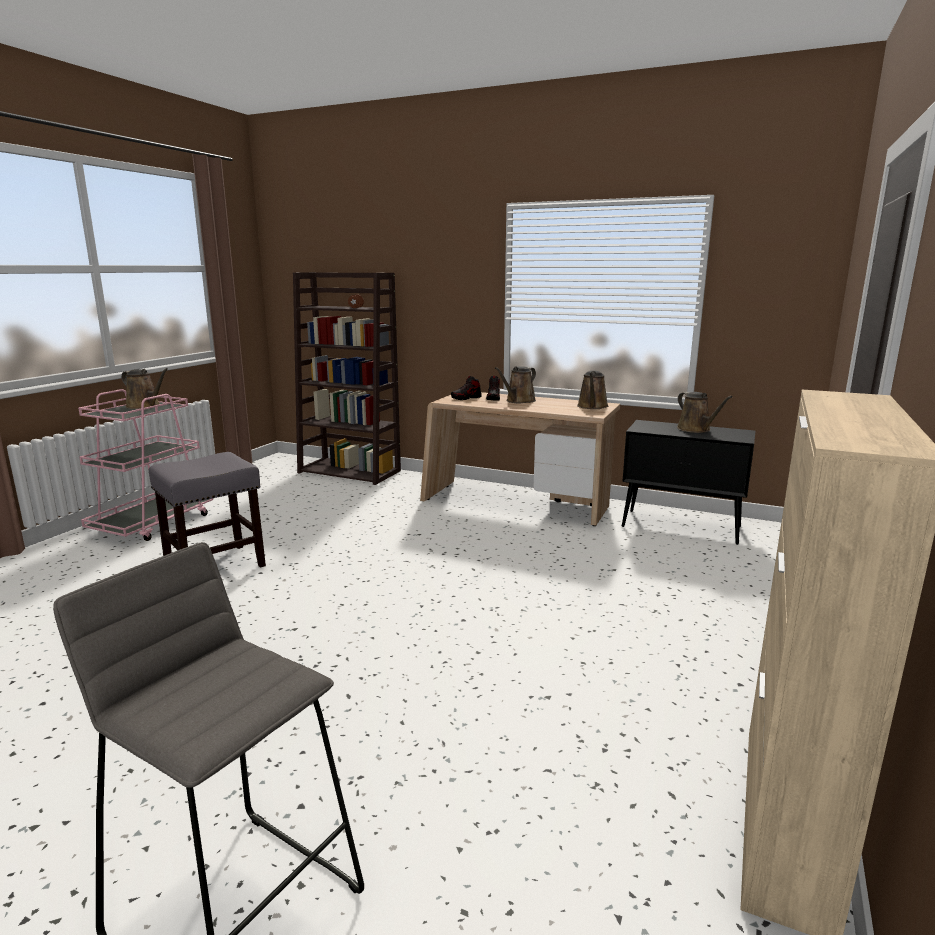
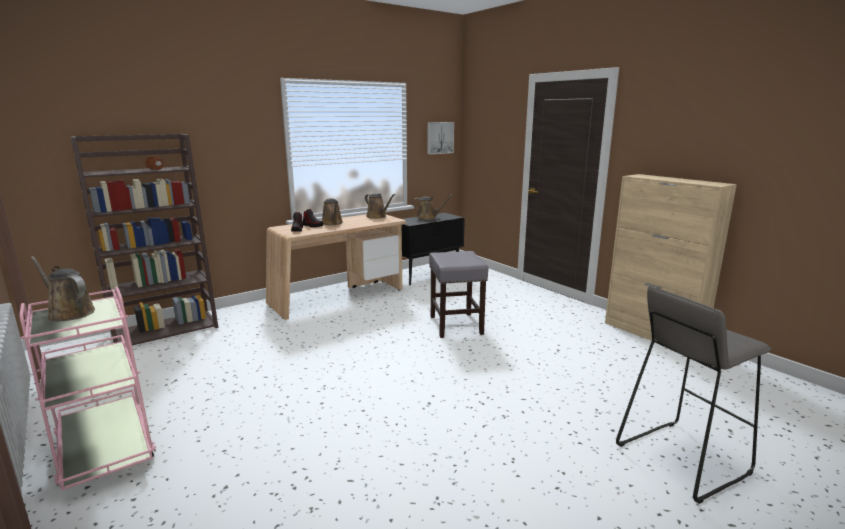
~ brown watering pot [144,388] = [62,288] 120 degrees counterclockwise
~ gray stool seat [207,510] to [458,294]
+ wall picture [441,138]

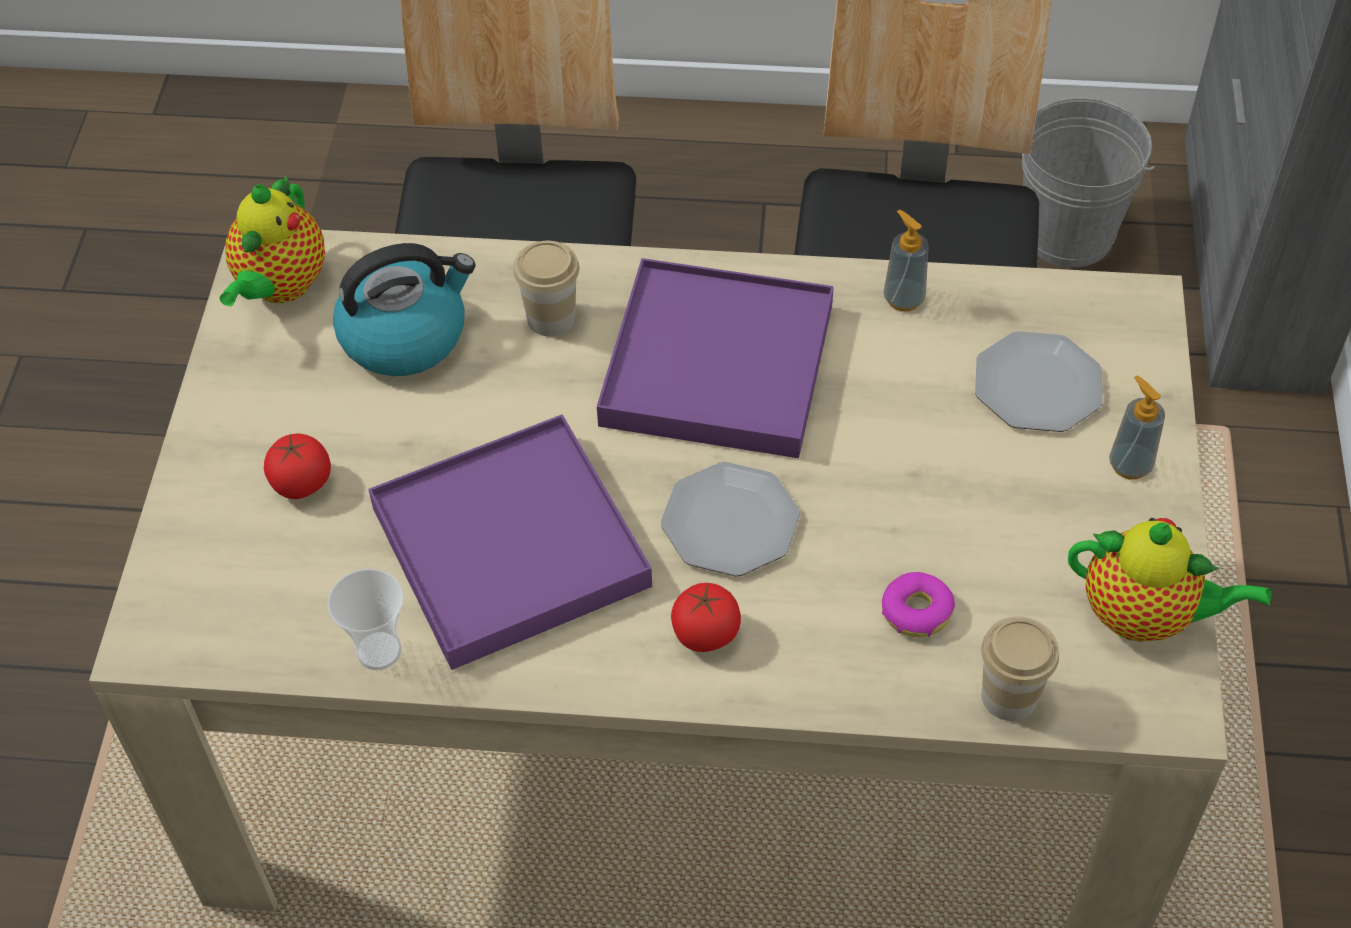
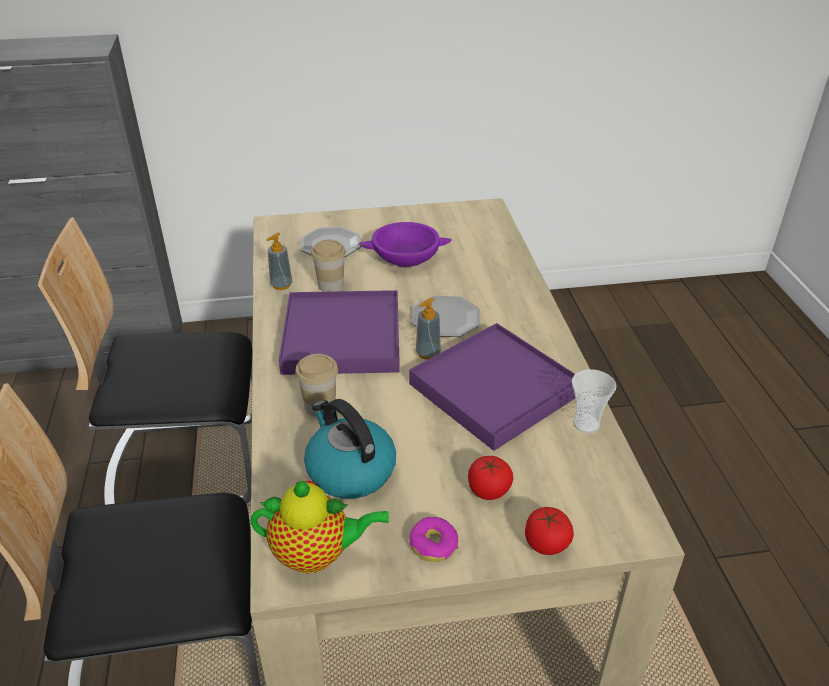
- gray bucket [1088,182]
~ soap dispenser [1137,428] to [428,328]
- pot for tea [1170,580]
~ ring doughnut [918,605] to [433,539]
~ fresh tomato [706,617] to [549,531]
~ drinking cup [1020,668] to [328,266]
+ purple-coloured serving bowl [405,244]

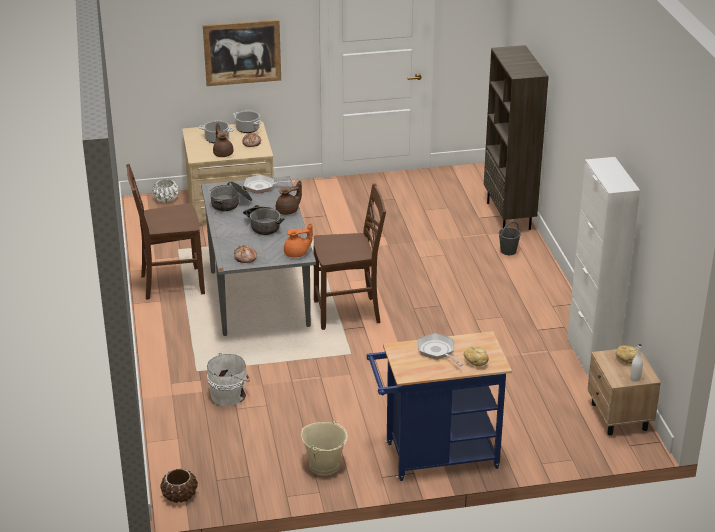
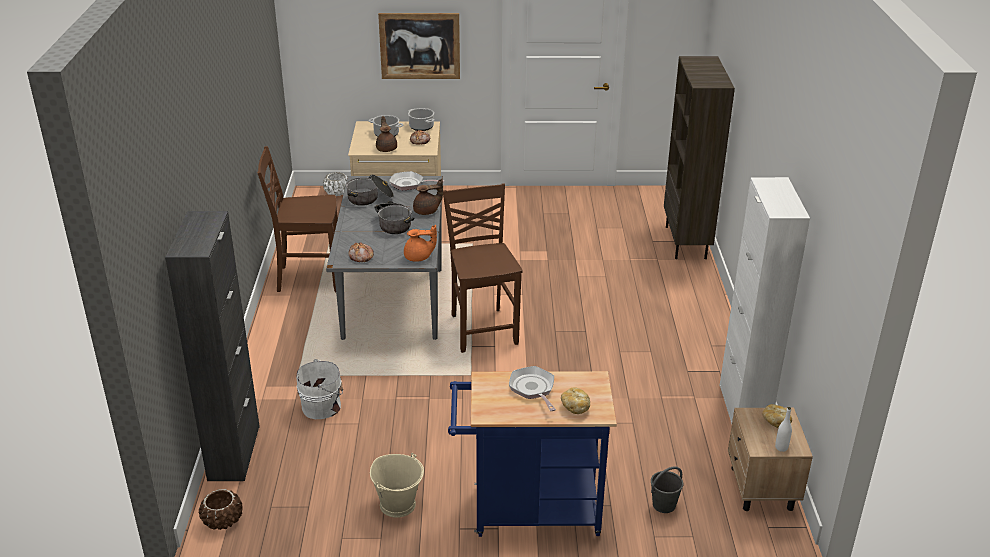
~ brown chair [350,256] = [483,268] 105 degrees counterclockwise
~ gray bucket [510,238] to [667,489]
+ black cupboard [212,346]

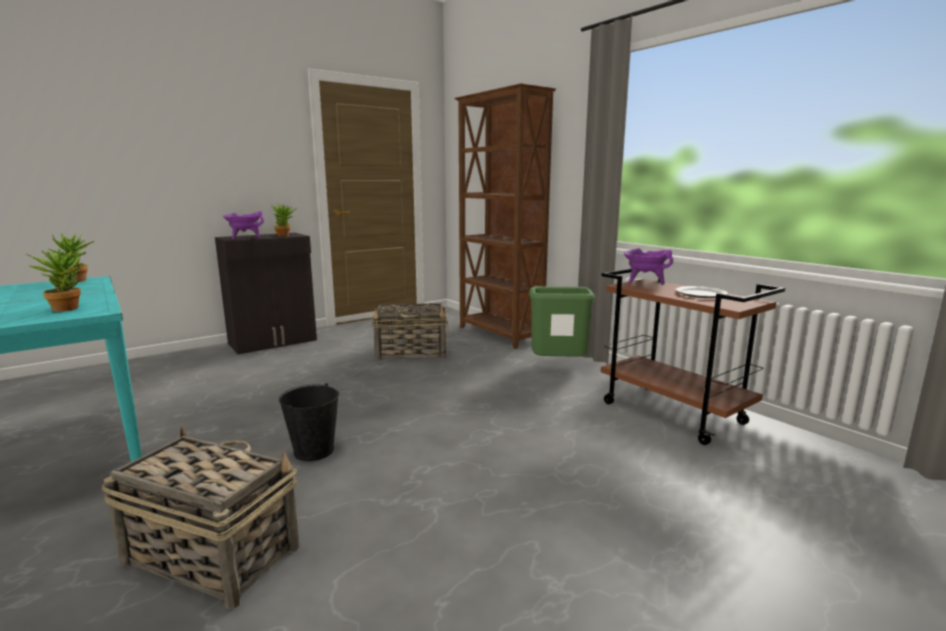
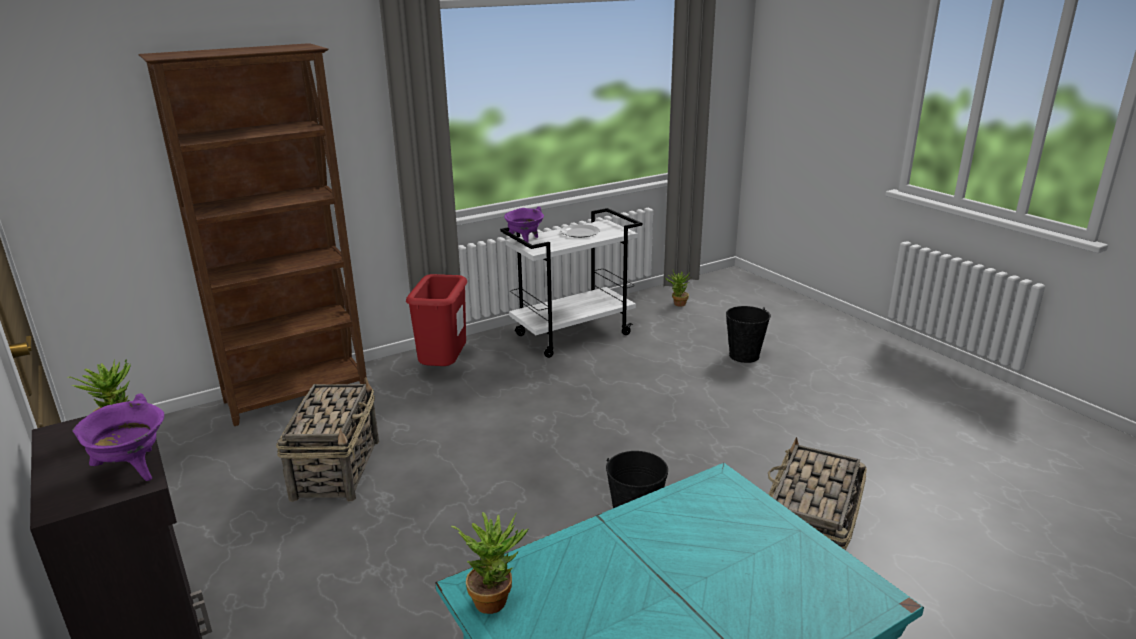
~ plant in a pot [53,279] to [678,289]
~ brown cart [693,357] to white-coloured cart [571,283]
~ green trash can [562,321] to reddish trash can [436,320]
+ black bucket [748,334]

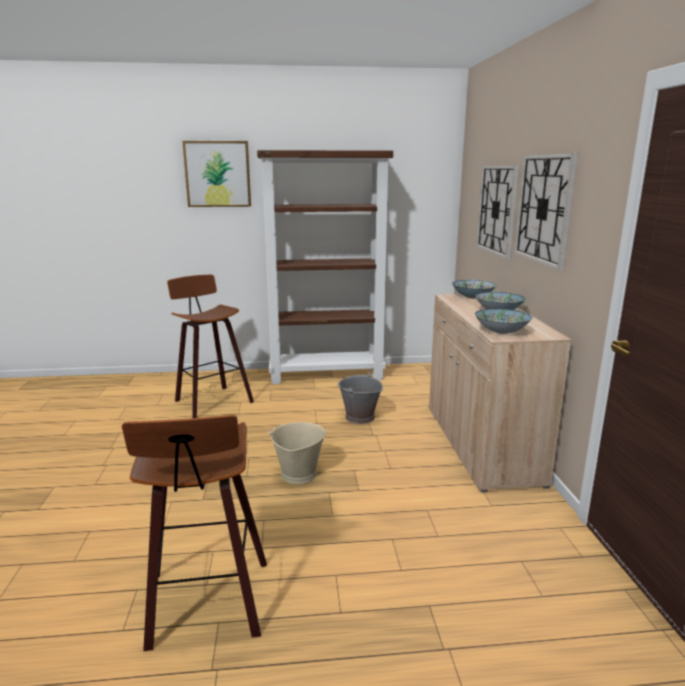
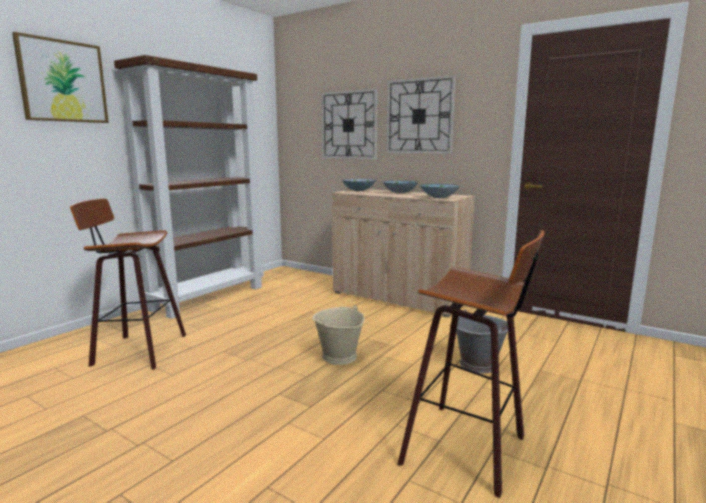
~ gray bucket [360,398] to [482,341]

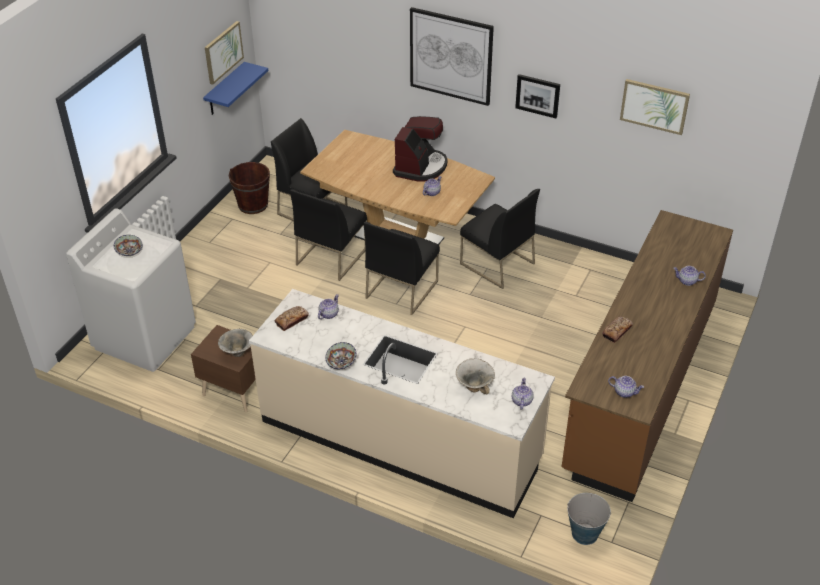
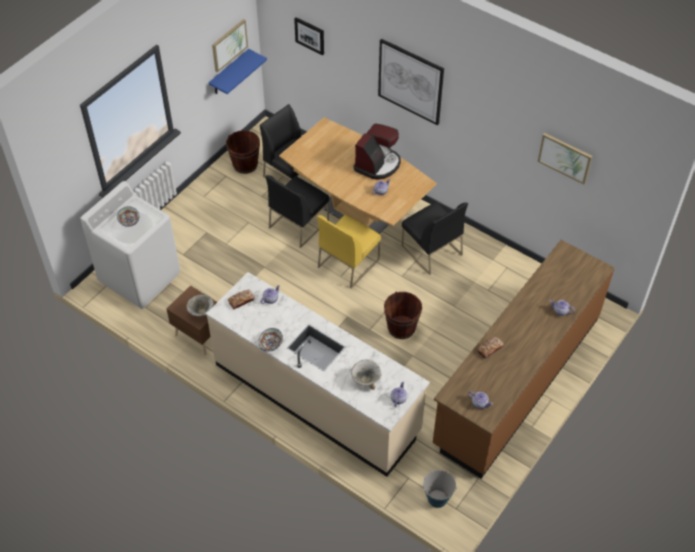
~ wall picture [537,96] to [309,36]
~ black chair [401,268] to yellowish chair [349,251]
+ brown bucket [403,315]

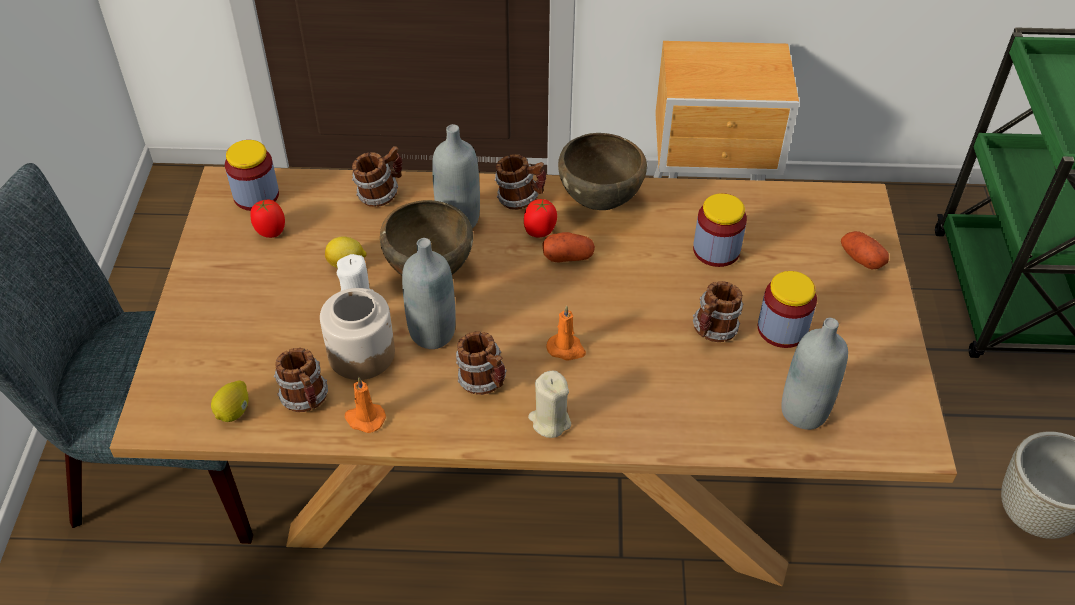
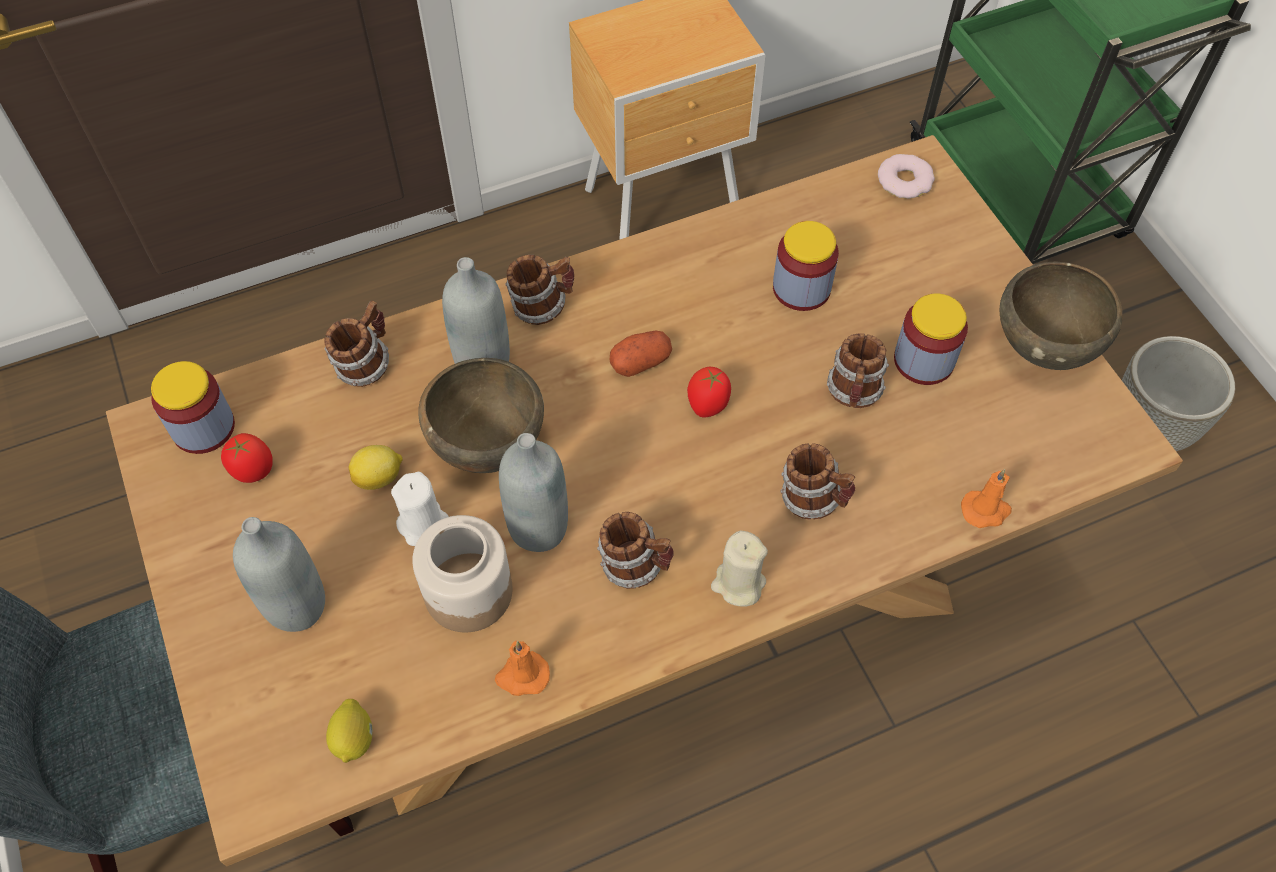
~ brown serving bowl [602,171] to [1061,315]
~ fresh tomato [540,218] to [709,392]
- potato [865,250]
~ orange-coloured wax candle [566,333] to [986,498]
~ gray beverage bottle [814,374] to [279,574]
~ mug [301,380] to [817,481]
+ ring doughnut [906,176]

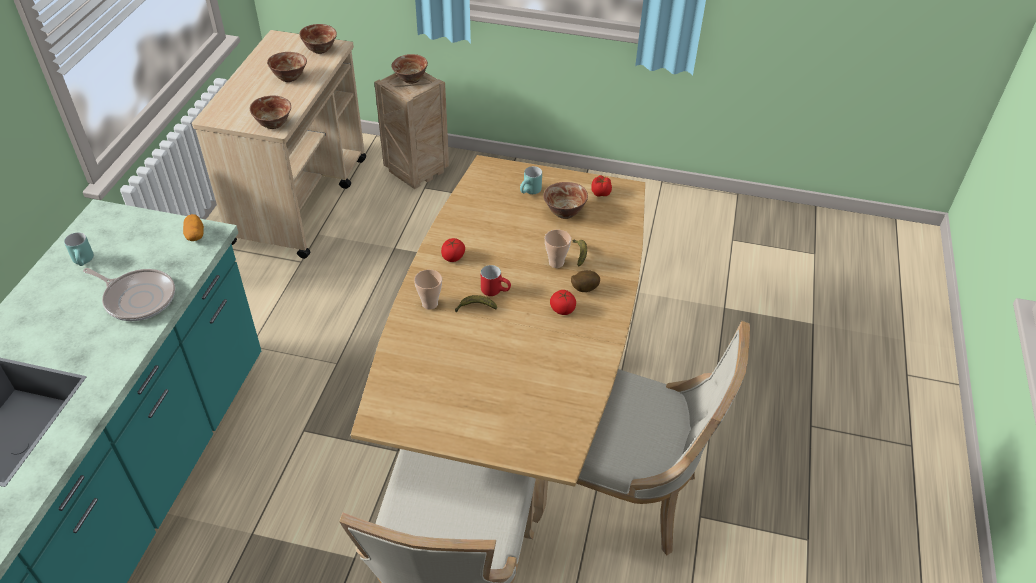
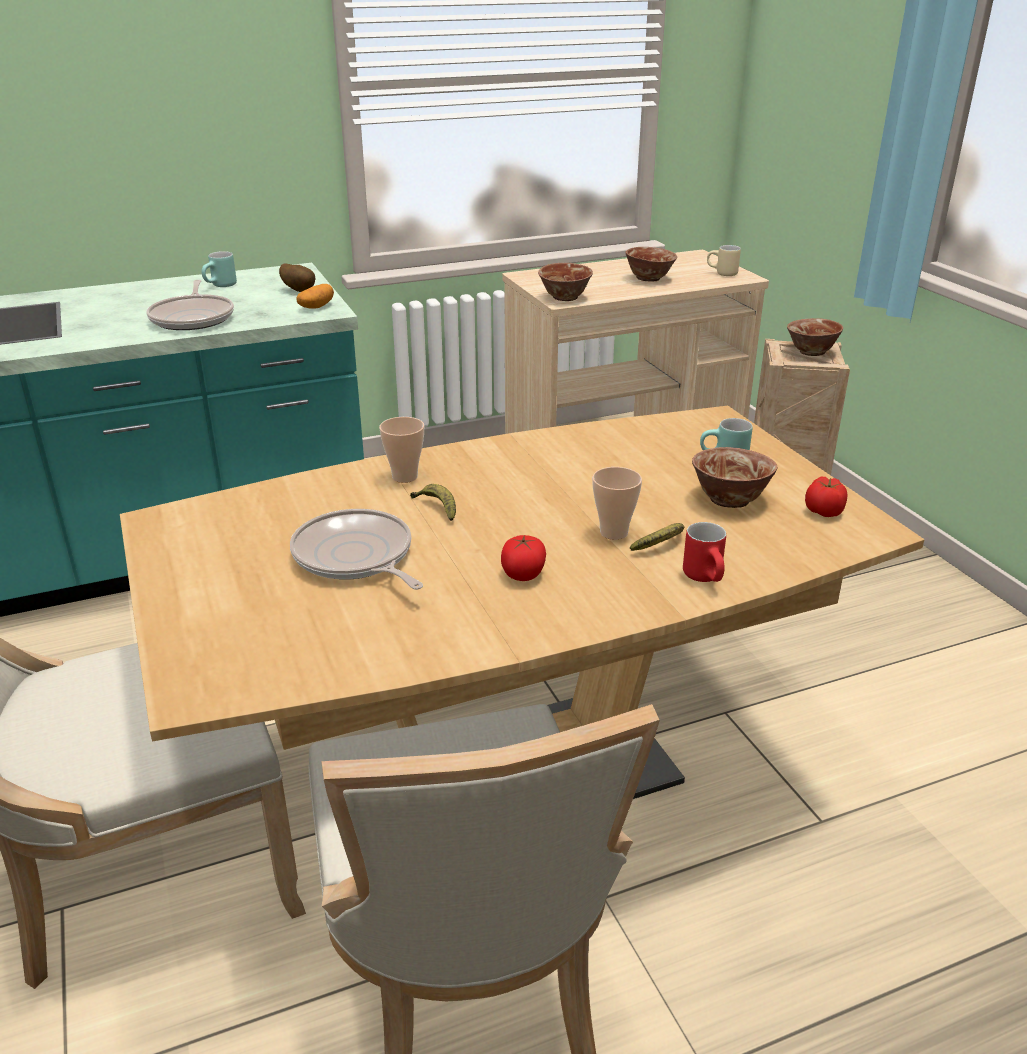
~ serving bowl [318,39] to beige mug [724,260]
- fresh tomato [453,250]
~ reddish mug [496,280] to [704,552]
~ potato [585,281] to [297,277]
+ frying pan [356,549]

